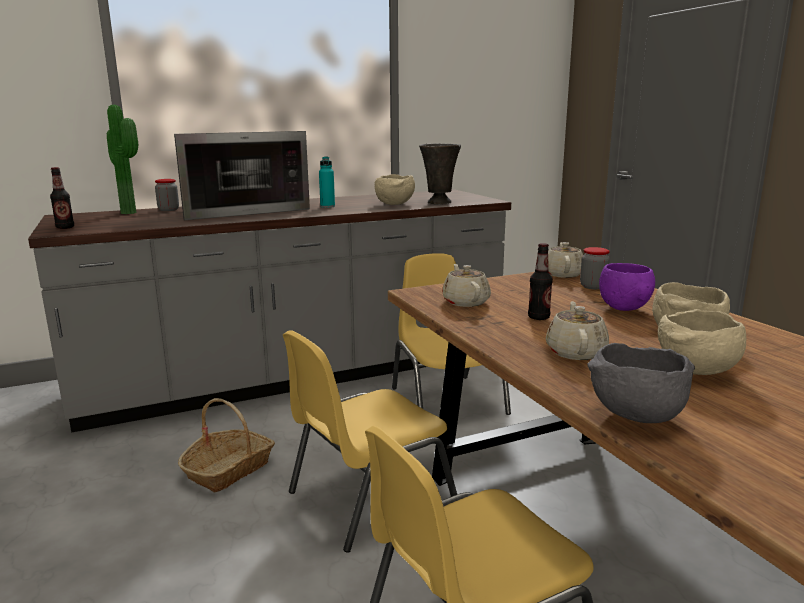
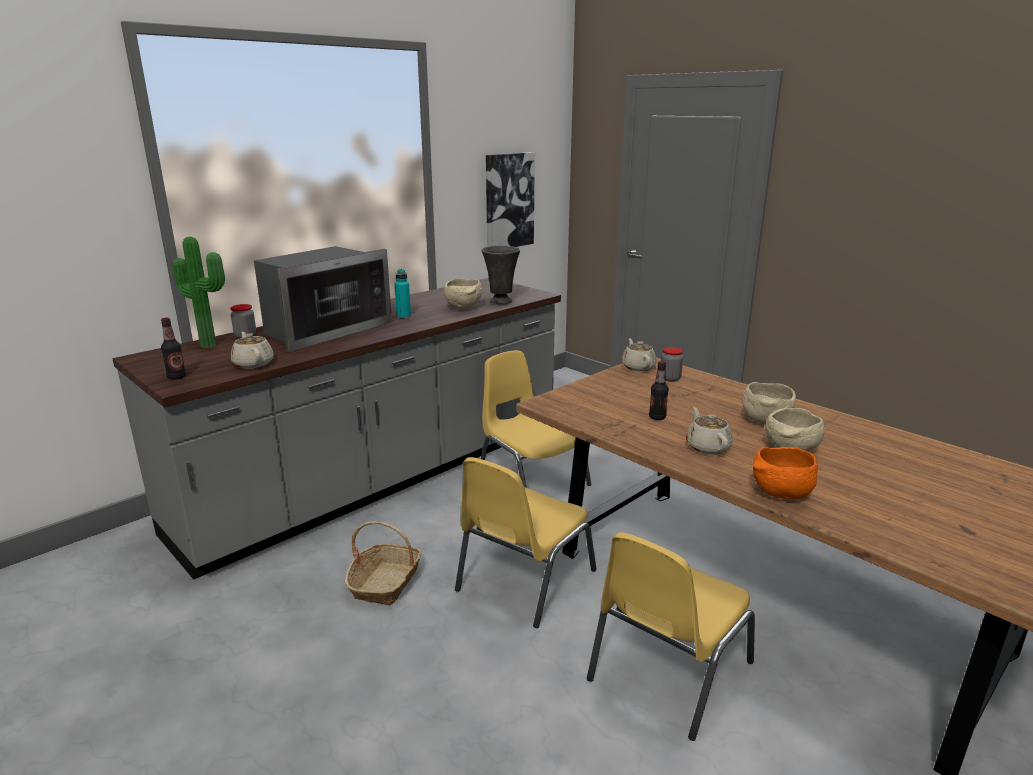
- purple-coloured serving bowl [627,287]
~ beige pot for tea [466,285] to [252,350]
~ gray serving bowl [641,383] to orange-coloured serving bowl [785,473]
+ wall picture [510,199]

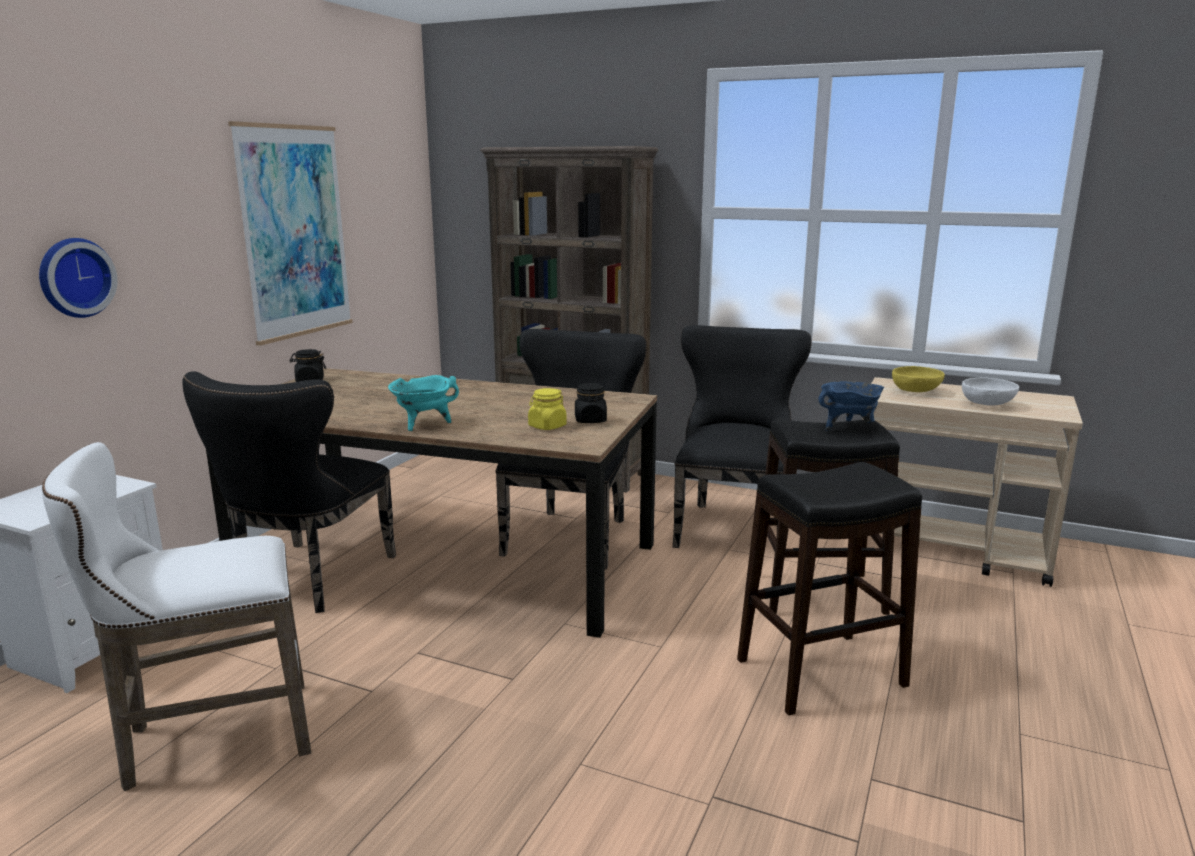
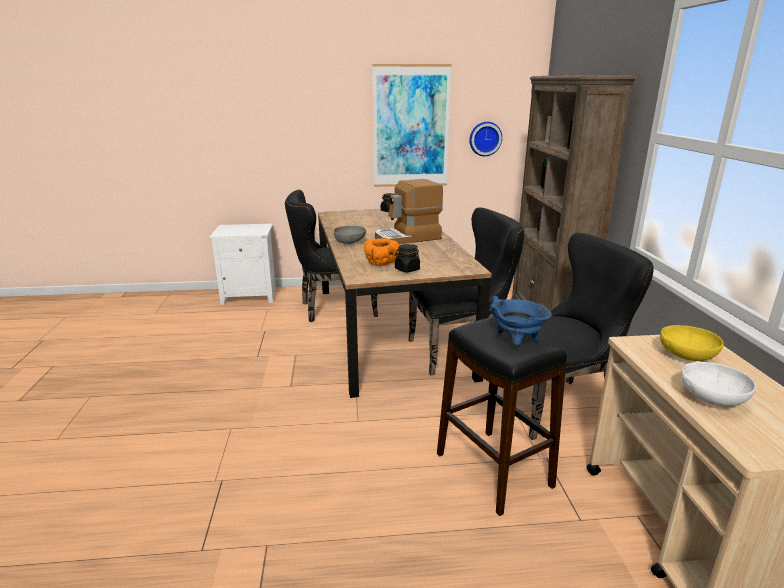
~ hanging clock [78,278] to [485,139]
~ turquoise-coloured cooking pot [423,403] to gray serving bowl [350,235]
~ yellowish preserve jar [547,409] to orange-coloured serving bowl [381,252]
- white-coloured stool seat [176,616]
- black stool seat [829,588]
+ coffee maker [409,211]

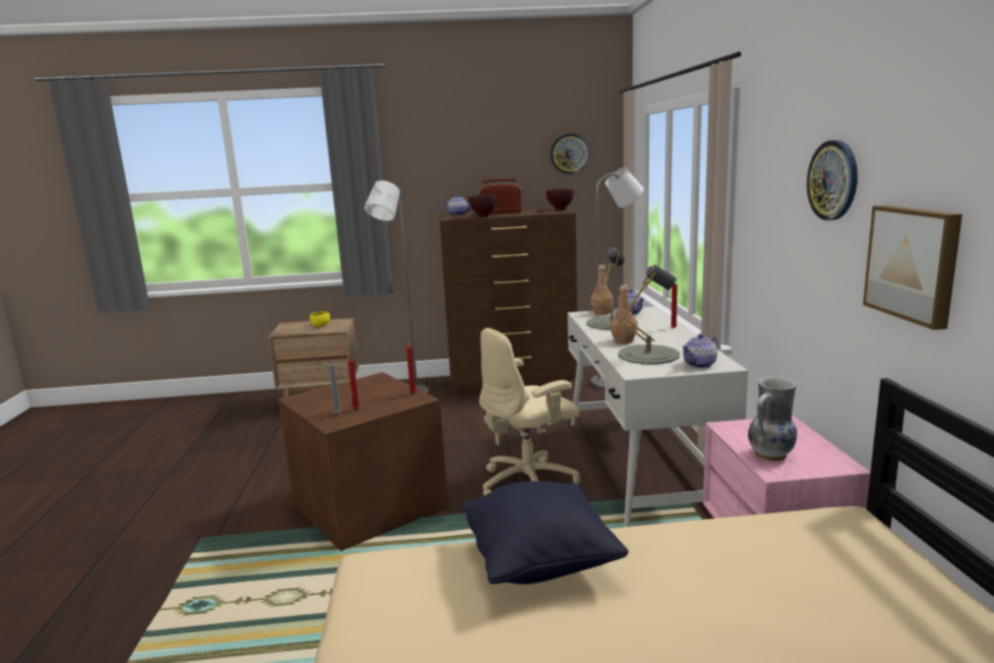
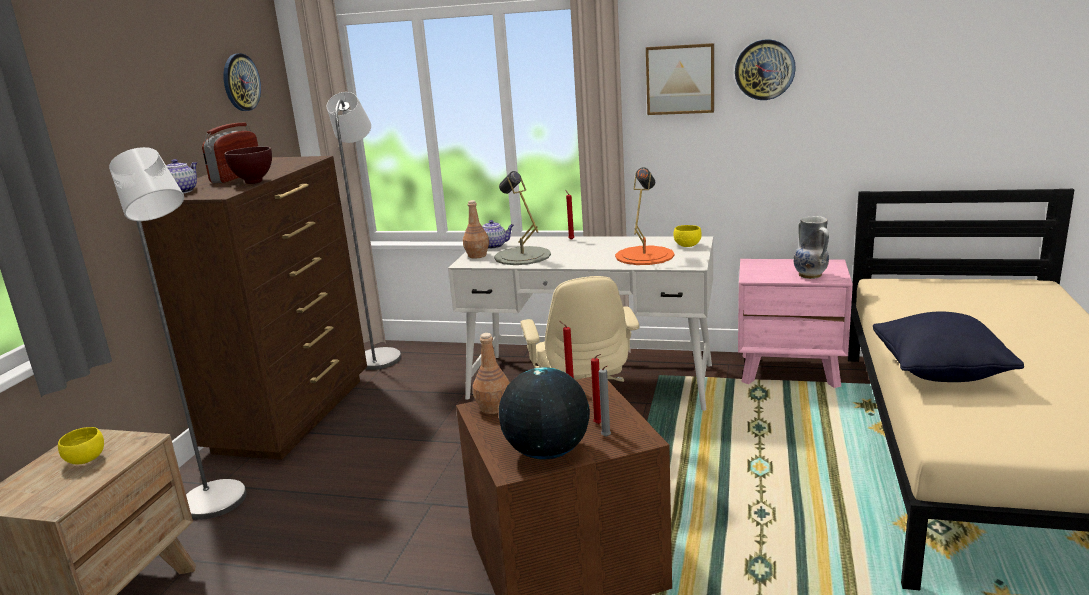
- brown serving bowl [560,199]
~ wall picture [912,267] to [680,79]
~ gray table lamp [649,314] to orange-coloured table lamp [645,216]
~ brown beverage bottle [623,314] to [491,373]
~ pot for tea [700,351] to yellowish serving bowl [688,236]
+ globe [544,413]

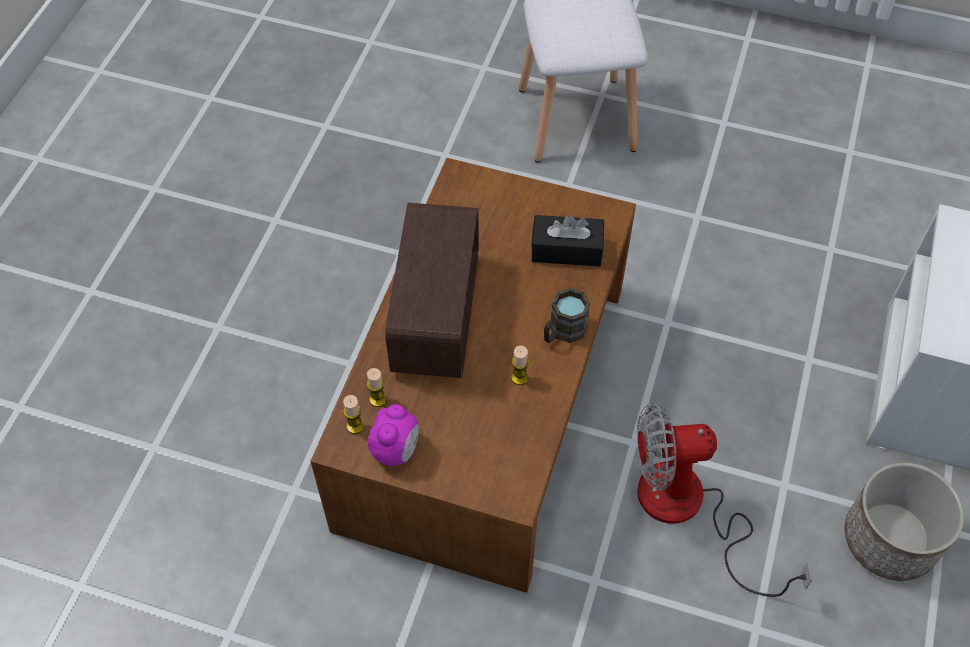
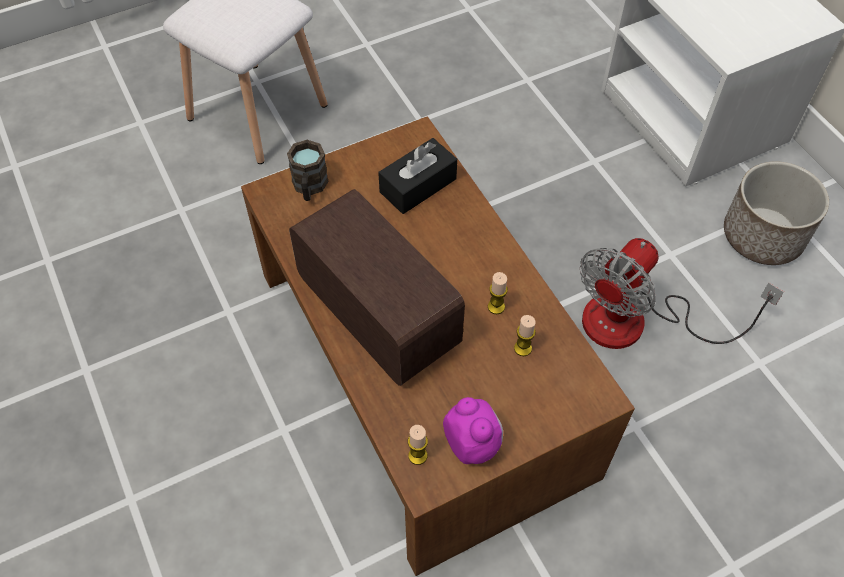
~ brown mug [567,315] to [308,170]
~ wax candle [376,387] to [525,335]

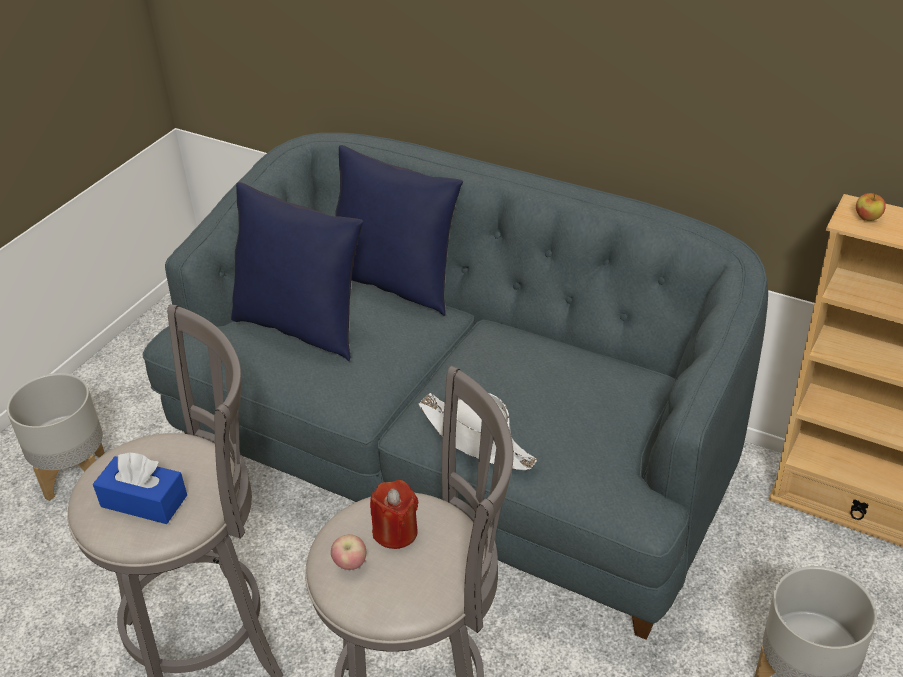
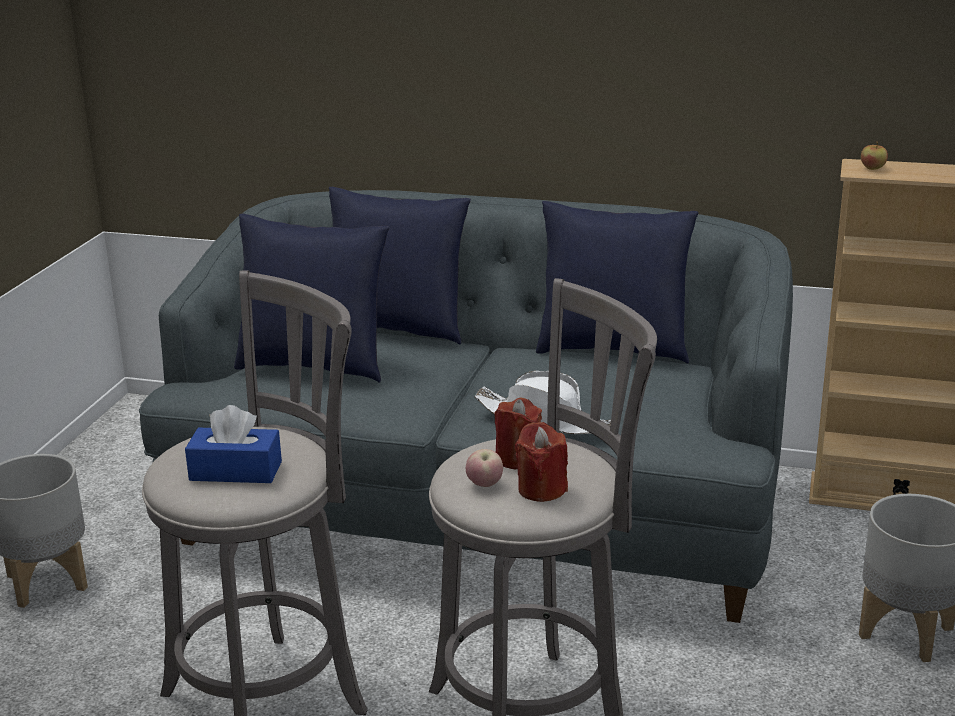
+ blue-coloured cushion [617,282]
+ reddish wax candle [541,462]

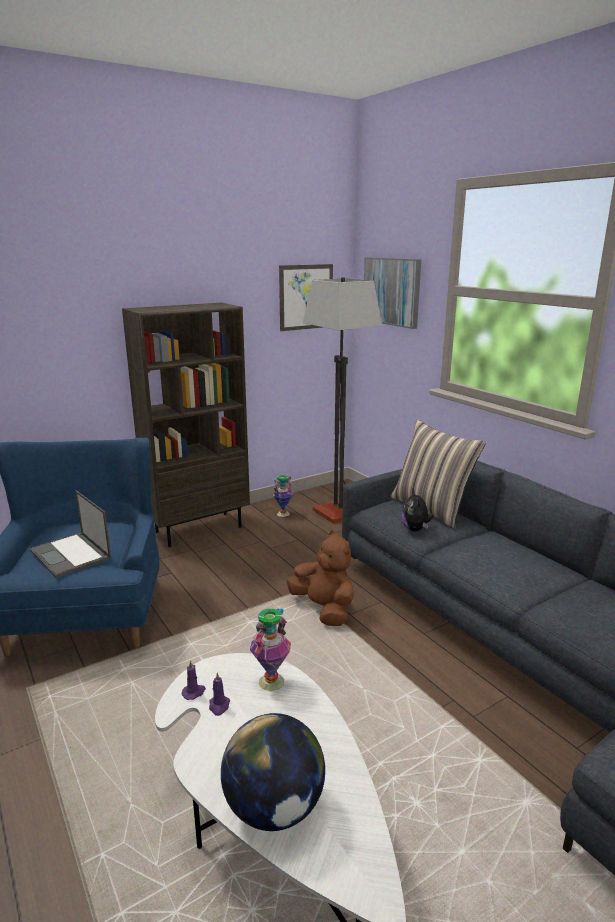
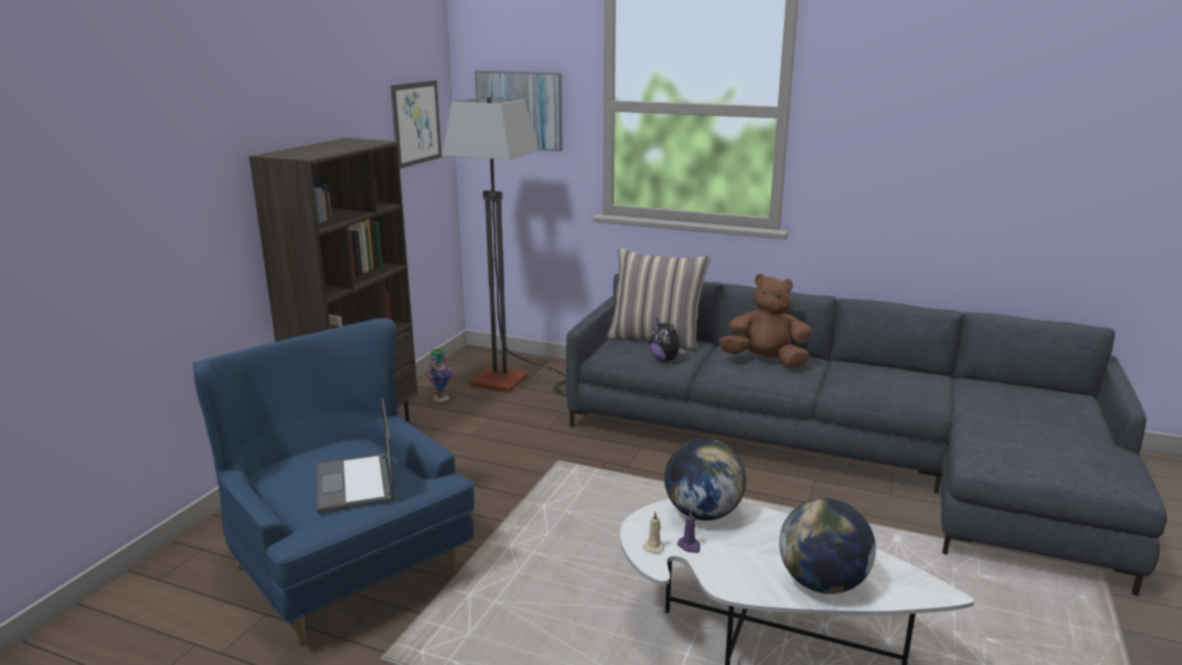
~ laptop [70,534] = [356,456] 60 degrees clockwise
~ brown soft toy [320,578] to [765,321]
~ flower vase [270,649] to globe [705,479]
~ purple-coloured wax candle [194,680] to beige wax candle [654,532]

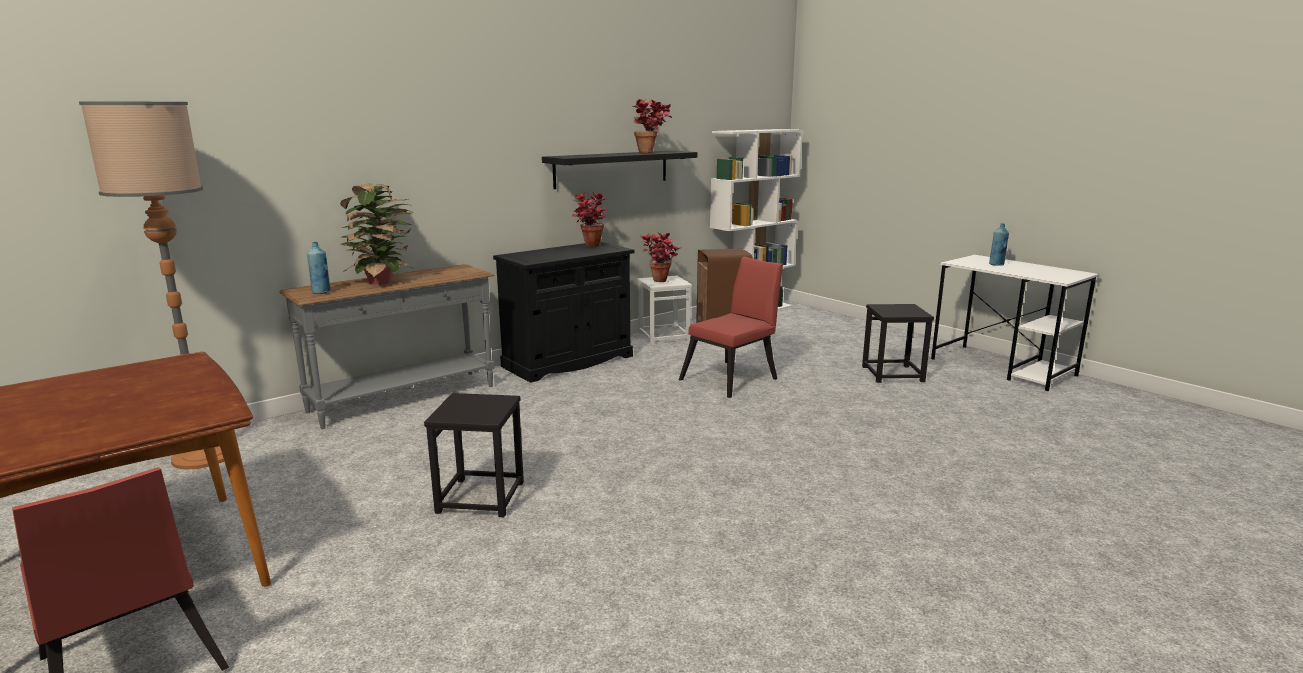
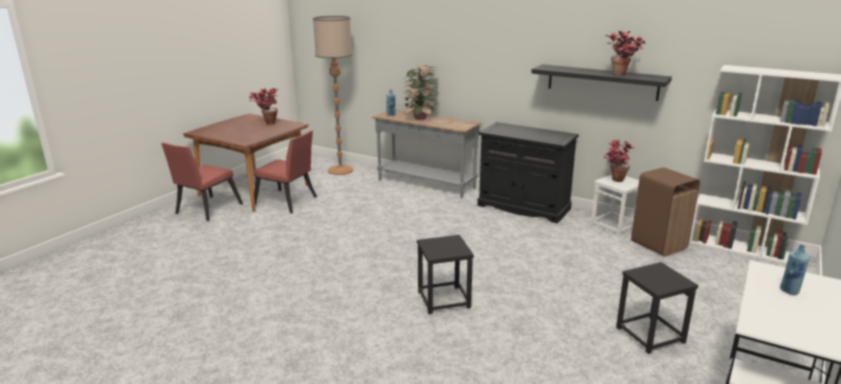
~ plant in a pot [589,219] to [263,106]
~ reddish chair [731,327] to [285,172]
~ black stool seat [474,455] to [445,274]

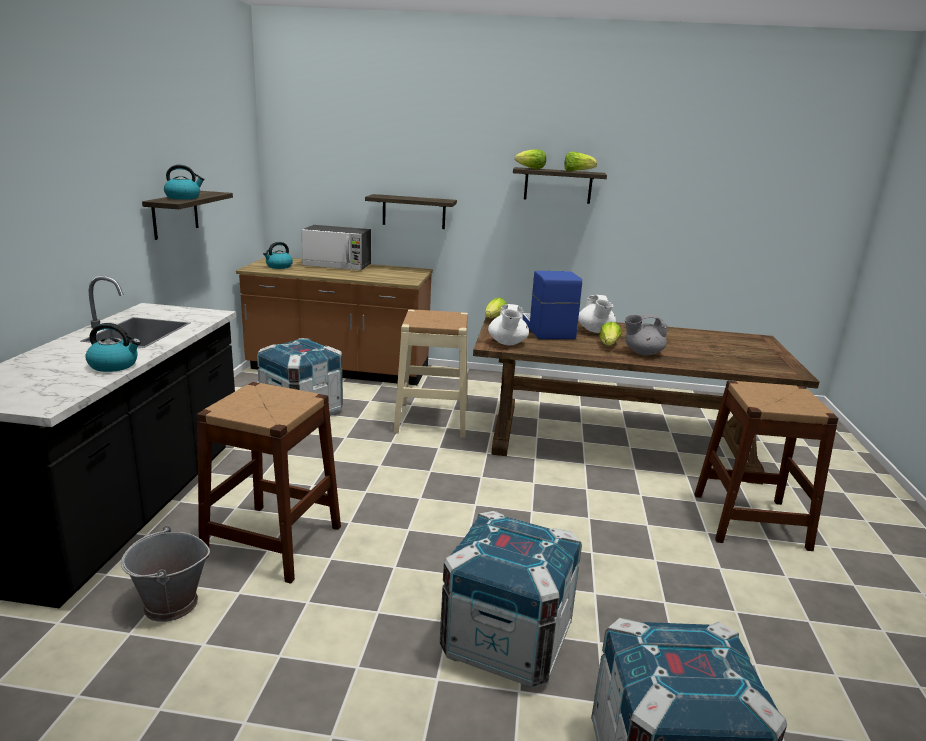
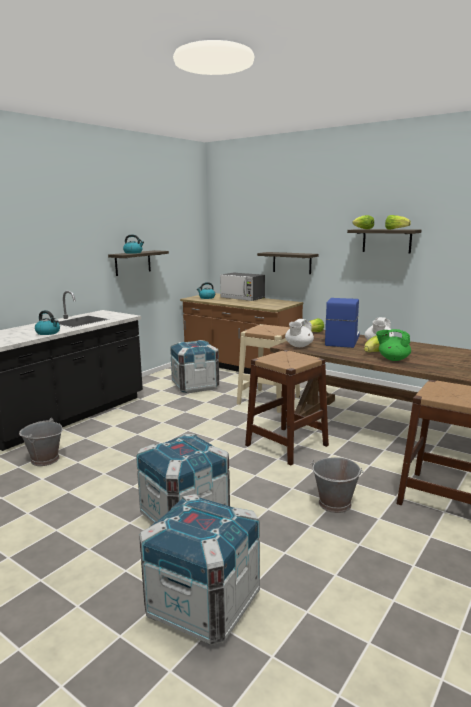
~ gray pot for tea [646,335] to green pot for tea [393,345]
~ brown stool seat [269,483] to [287,408]
+ gray bucket [337,485]

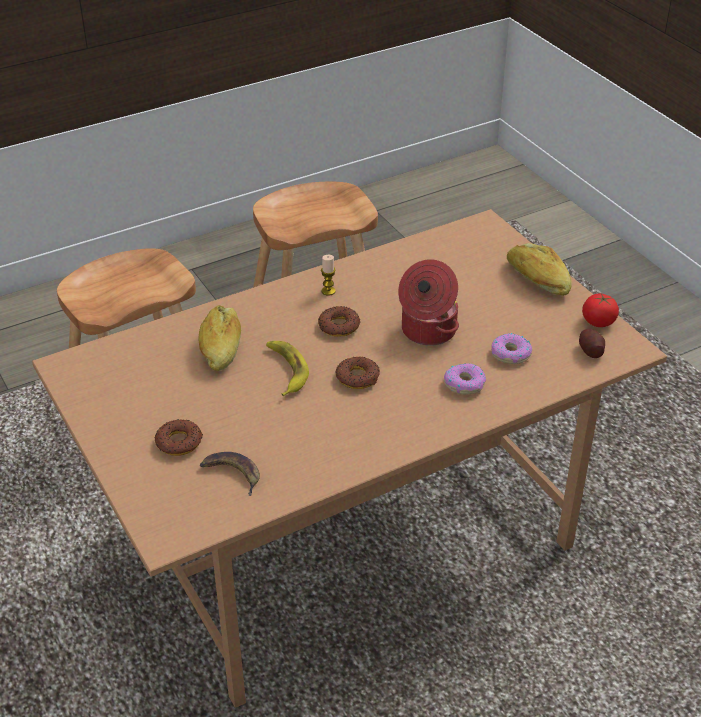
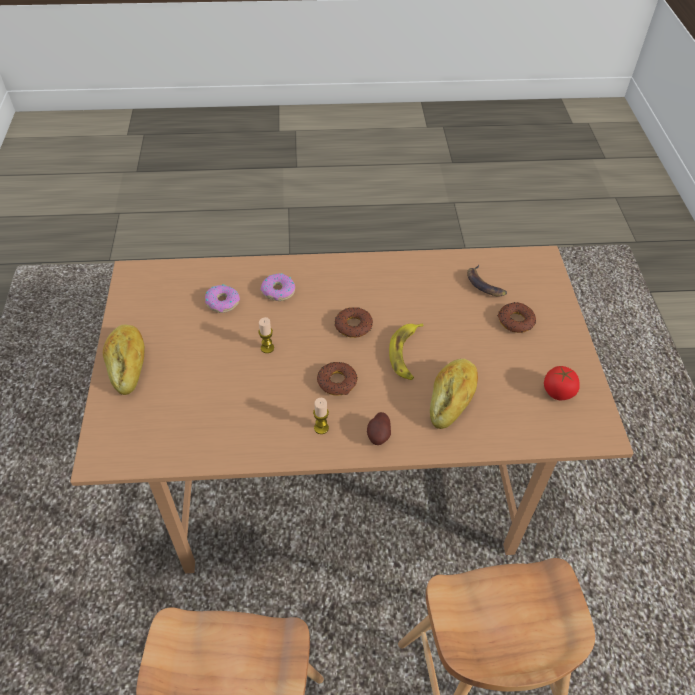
~ cooking pot [428,302] to wax candle [266,335]
~ fresh tomato [600,310] to [562,383]
~ potato [592,343] to [379,428]

